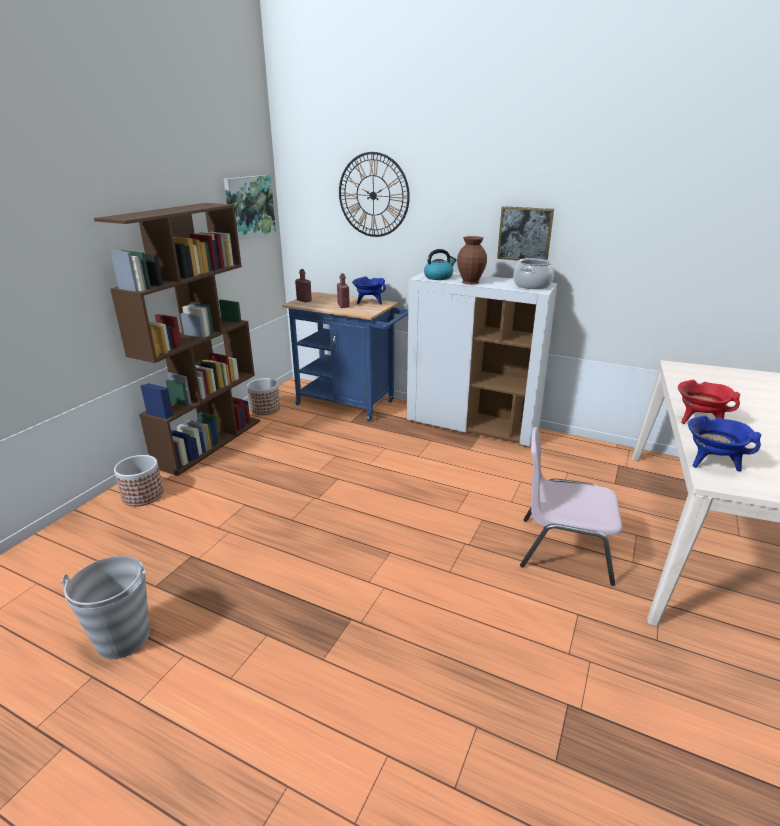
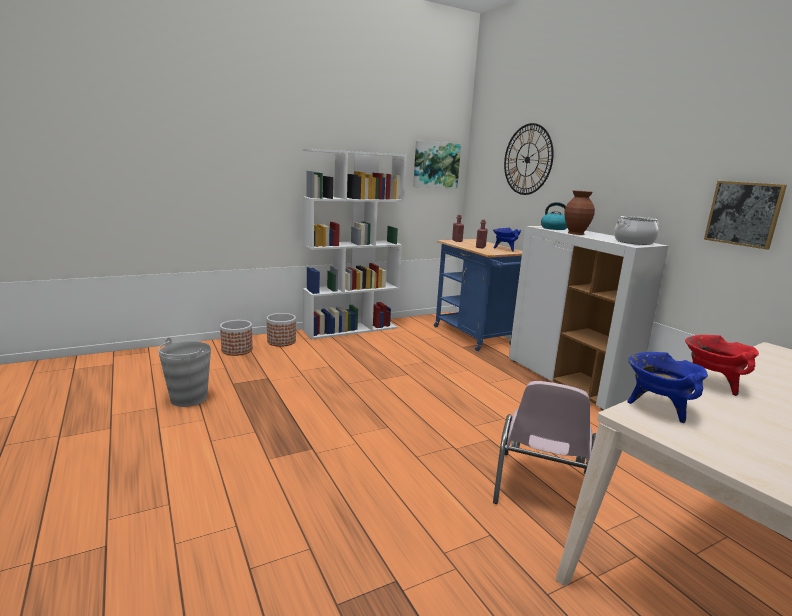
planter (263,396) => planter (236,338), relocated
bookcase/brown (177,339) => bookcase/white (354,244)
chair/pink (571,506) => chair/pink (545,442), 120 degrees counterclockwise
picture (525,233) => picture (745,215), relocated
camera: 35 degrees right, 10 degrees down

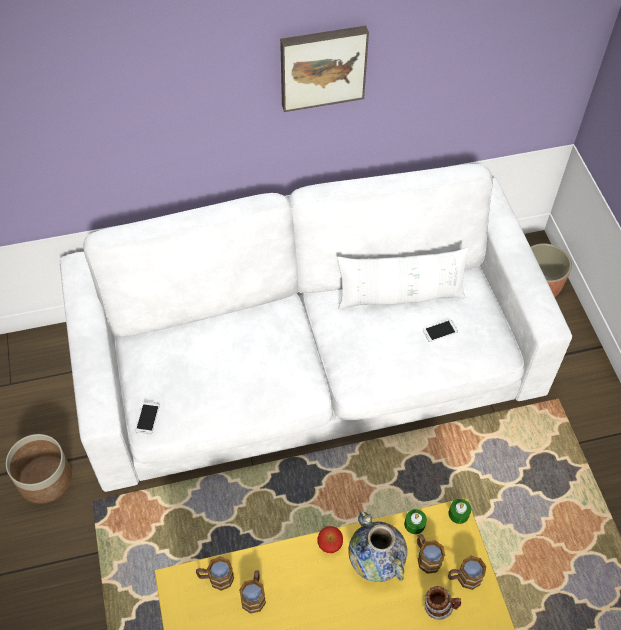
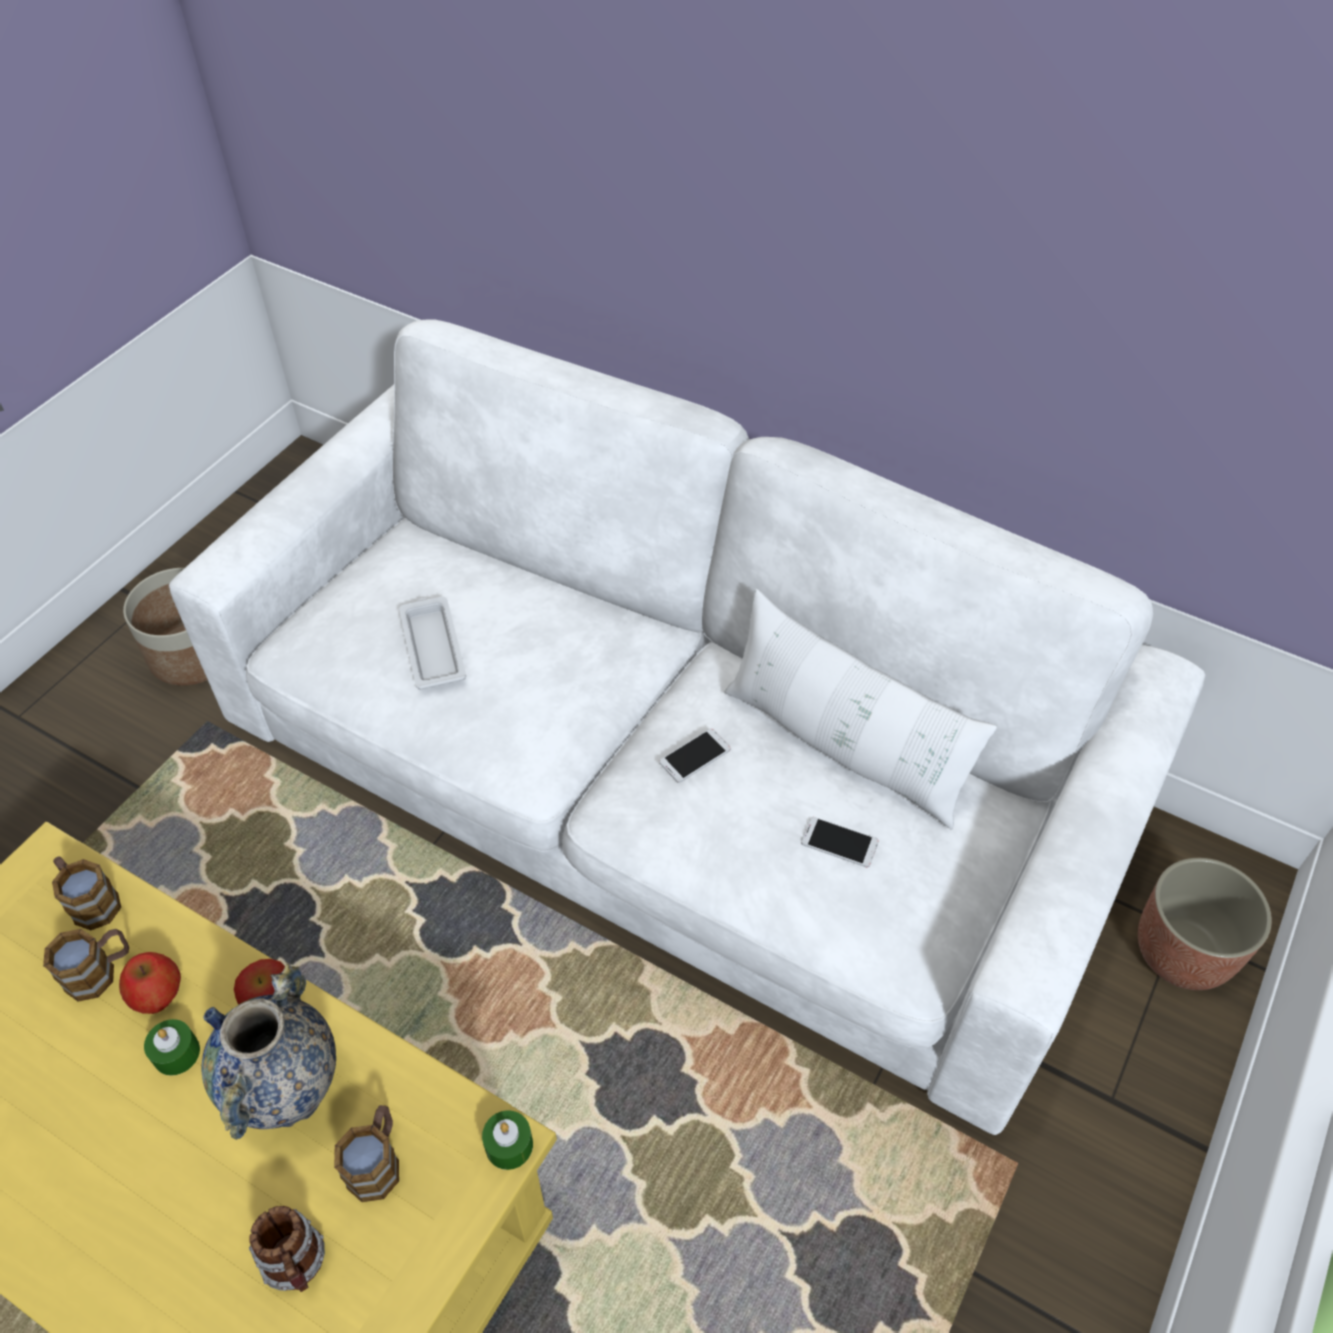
nothing => apple (150,983)
candle/green (415,522) => candle/green (172,1047), relocated
nothing => tray/white (432,643)
phone (148,418) => phone (695,756), relocated
picture (324,69) => nothing
mug (467,573) => nothing
camera: 45 degrees right, 5 degrees down

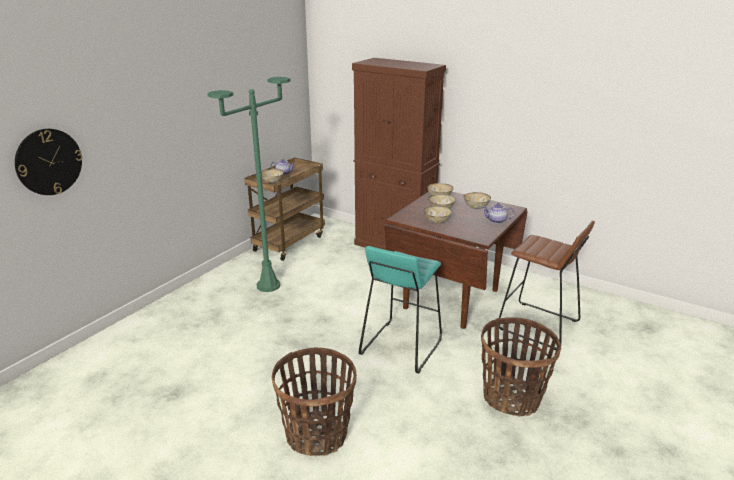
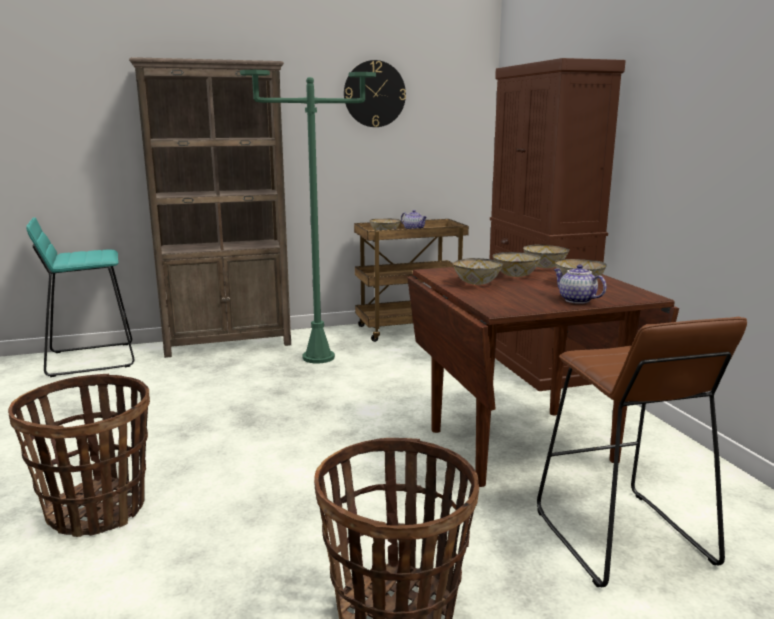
stool/turquoise (400,309) => stool/turquoise (80,297), relocated
nothing => bookcase/brown (210,207)
wall clock (49,162) => wall clock (375,93), relocated
camera: 40 degrees right, 10 degrees down

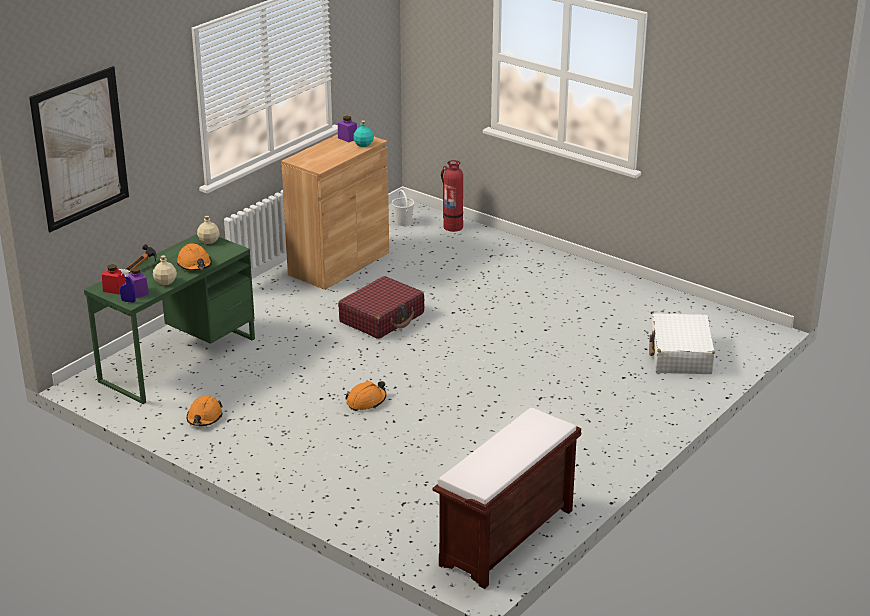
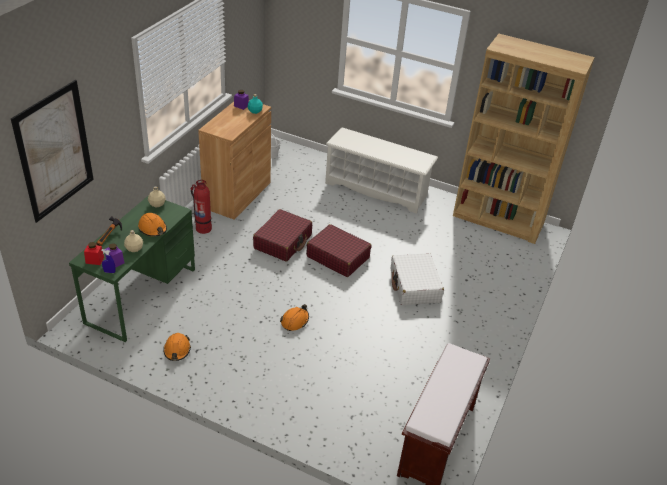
fire extinguisher (452,196) => fire extinguisher (201,207), relocated
nothing => suitcase/red (338,250)
nothing => shoe rack/white (381,170)
suitcase/white (682,343) => suitcase/white (417,279), relocated
nothing => bookcase/brown (524,139)
camera: 15 degrees left, 10 degrees up

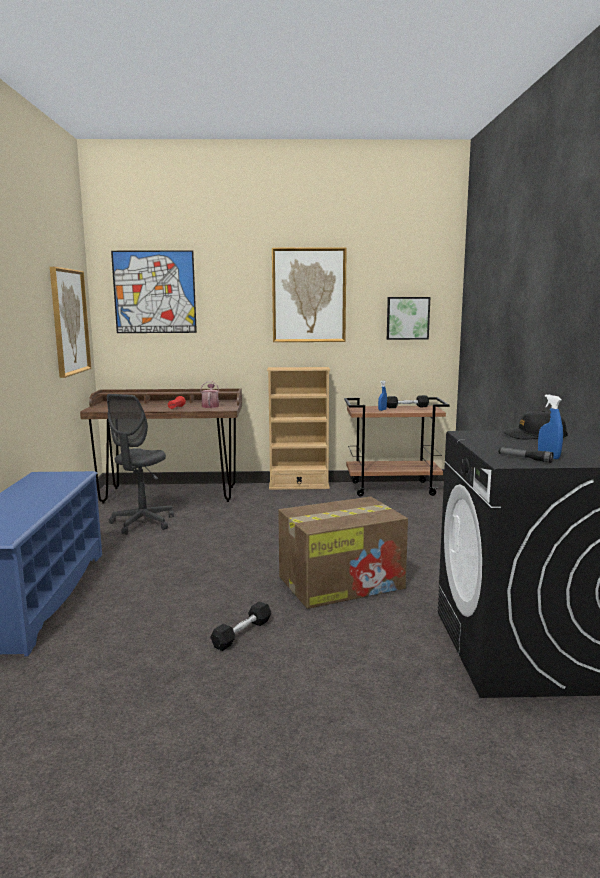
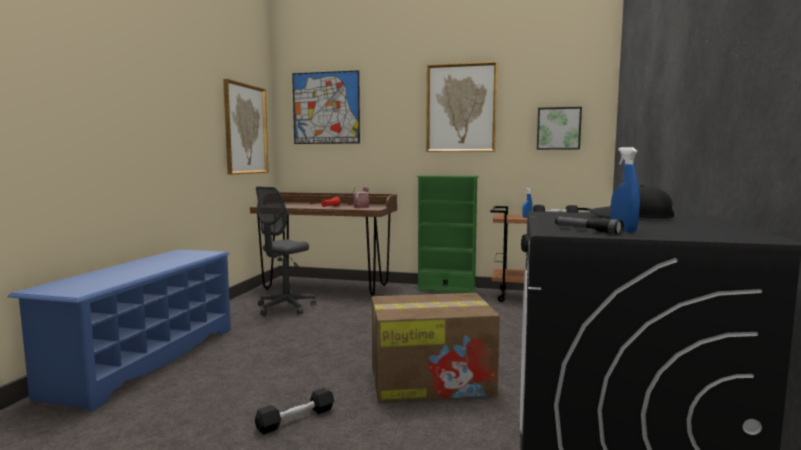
bookcase/beige (298,428) => bookcase/green (447,234)
camera: 15 degrees right, 5 degrees down

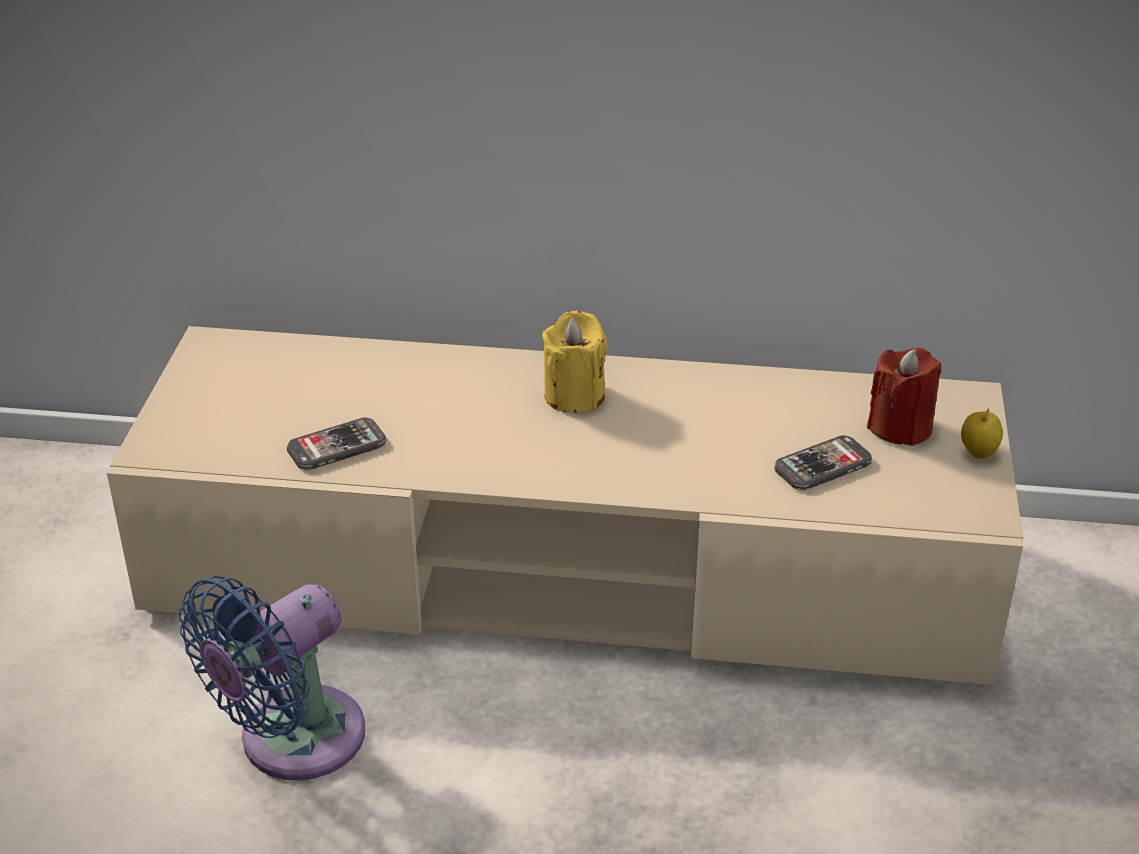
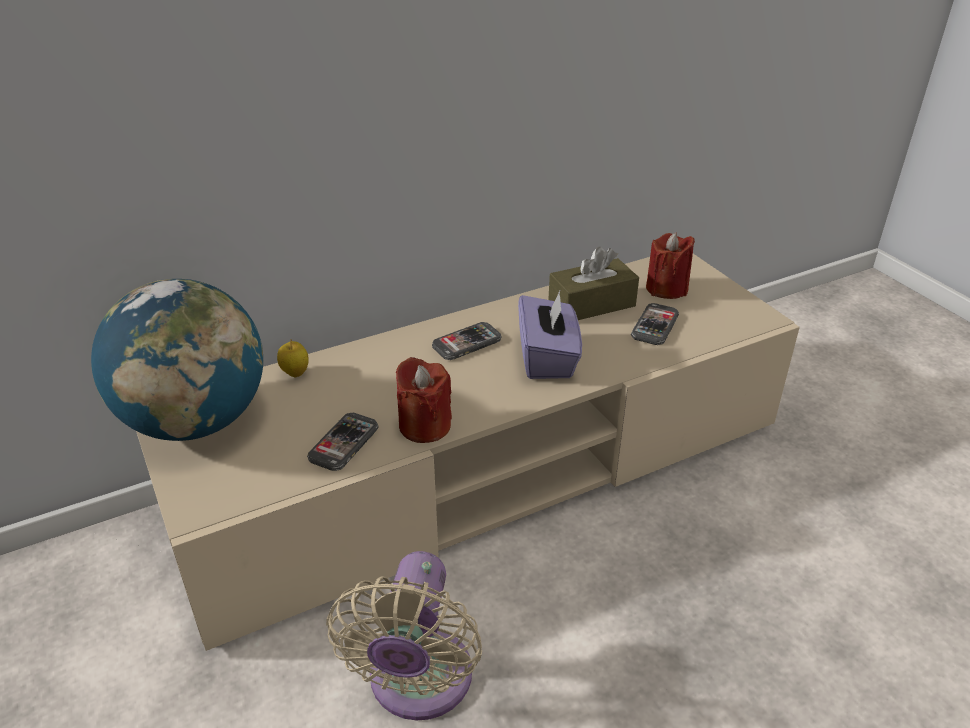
nothing => globe (177,360)
apple (982,433) => apple (293,358), relocated
fan/blue (272,678) => fan/beige (404,636)
nothing => candle/red (424,400)
candle/yellow (574,362) => phone (467,341)
nothing => tissue box/purple (550,335)
nothing => tissue box/brown (593,283)
camera: 35 degrees left, 0 degrees up

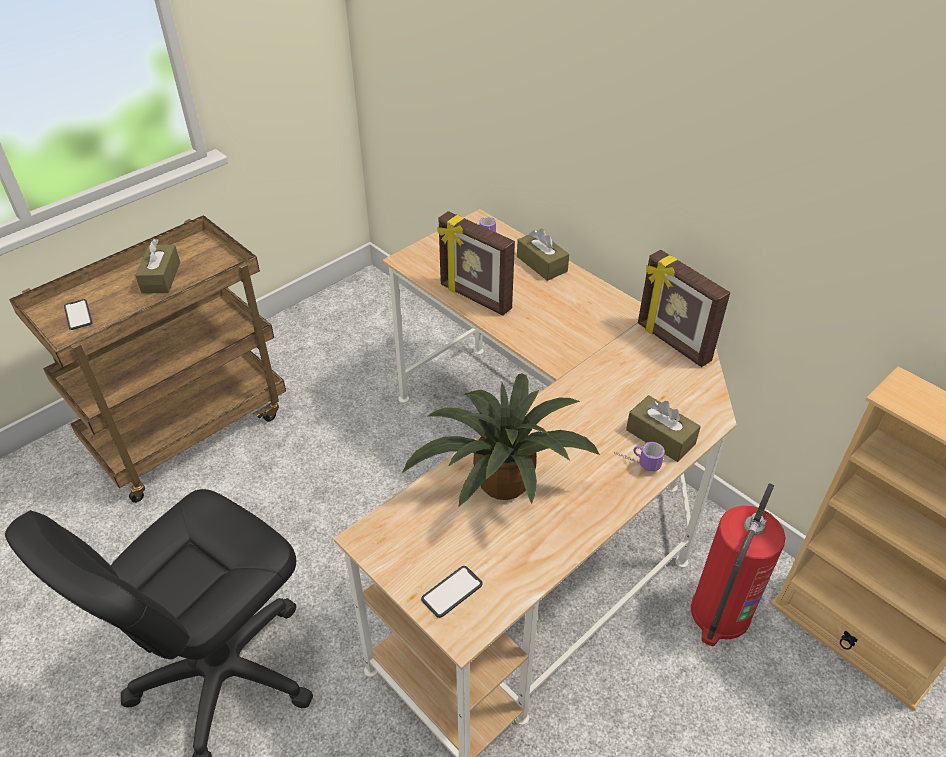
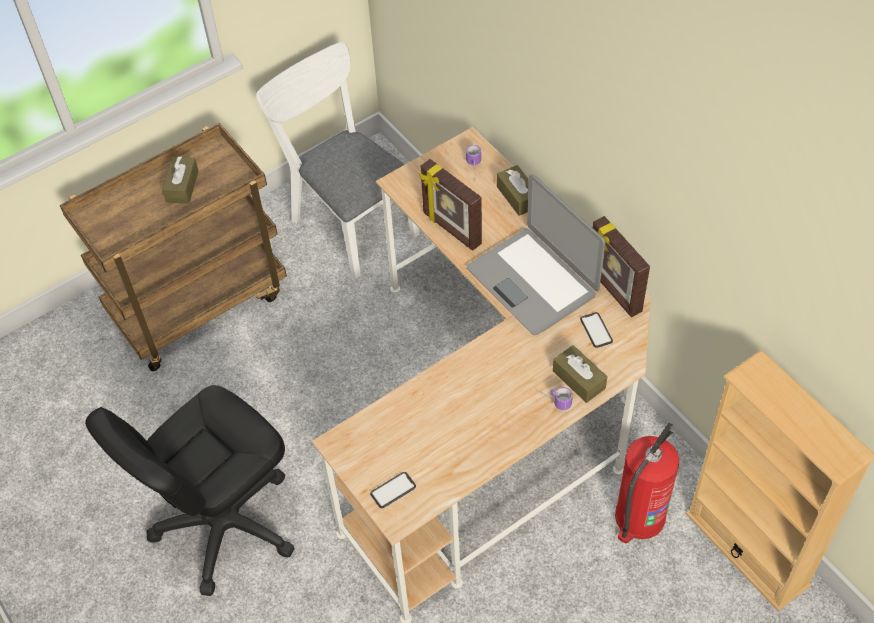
nothing => chair/white (338,160)
nothing => laptop (536,254)
phone (78,314) => phone (596,330), relocated
potted plant (501,439) => nothing
camera: 10 degrees right, 10 degrees up

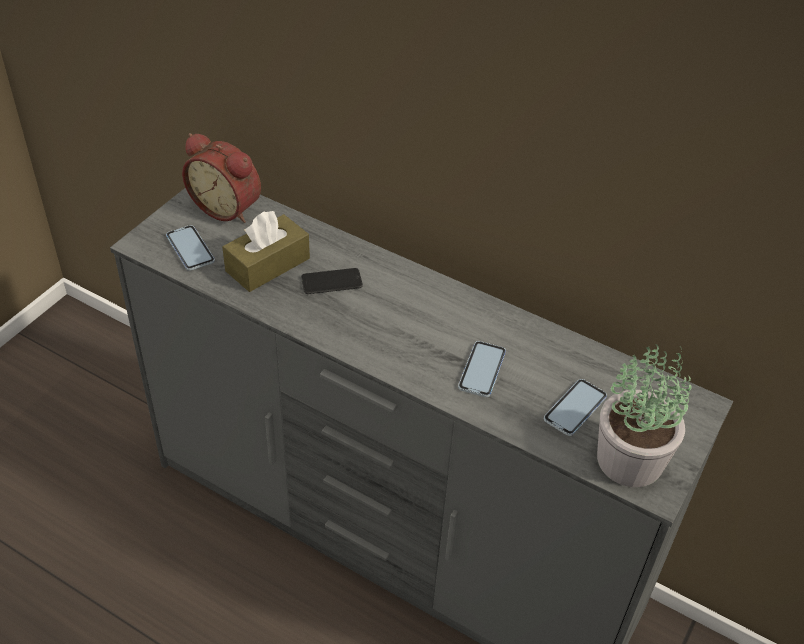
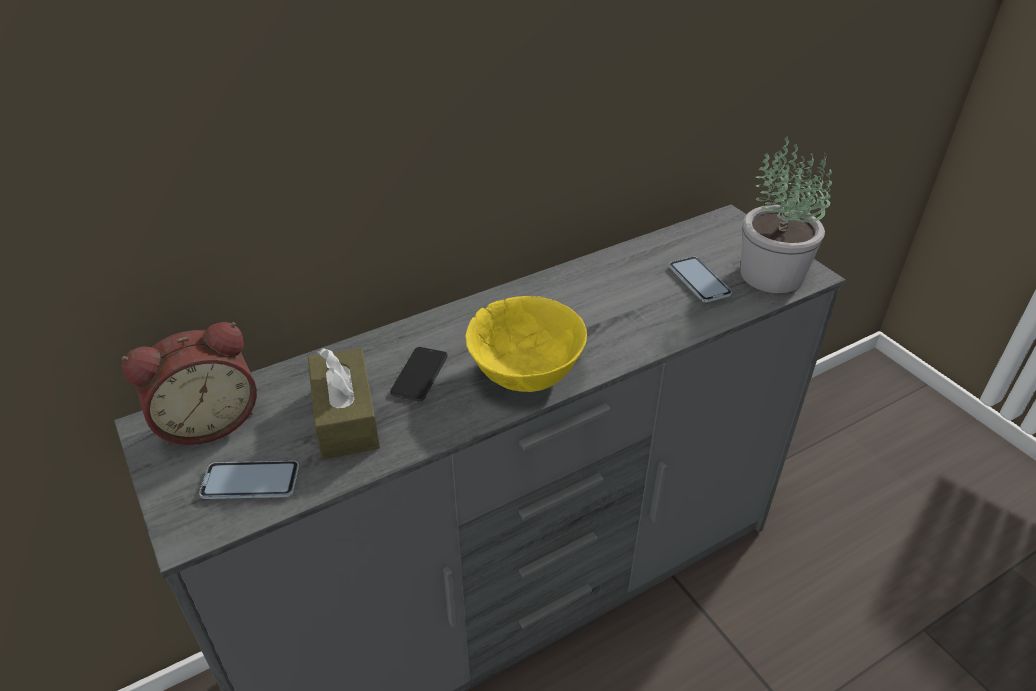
nothing => bowl/yellow (526,344)
phone (482,369) => nothing
camera: 60 degrees left, 5 degrees down

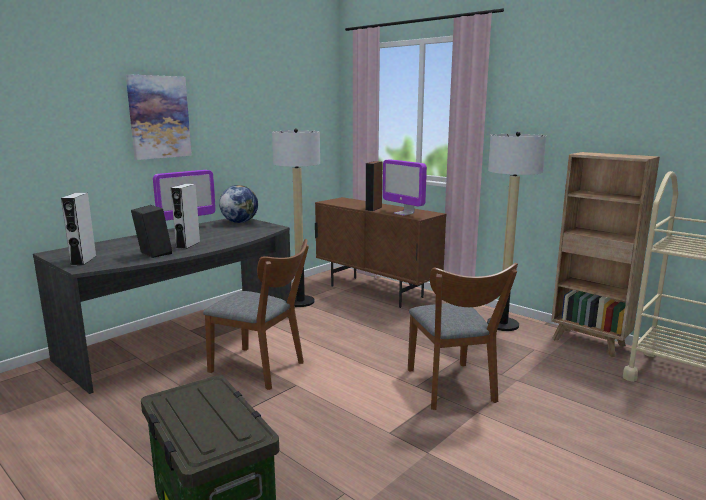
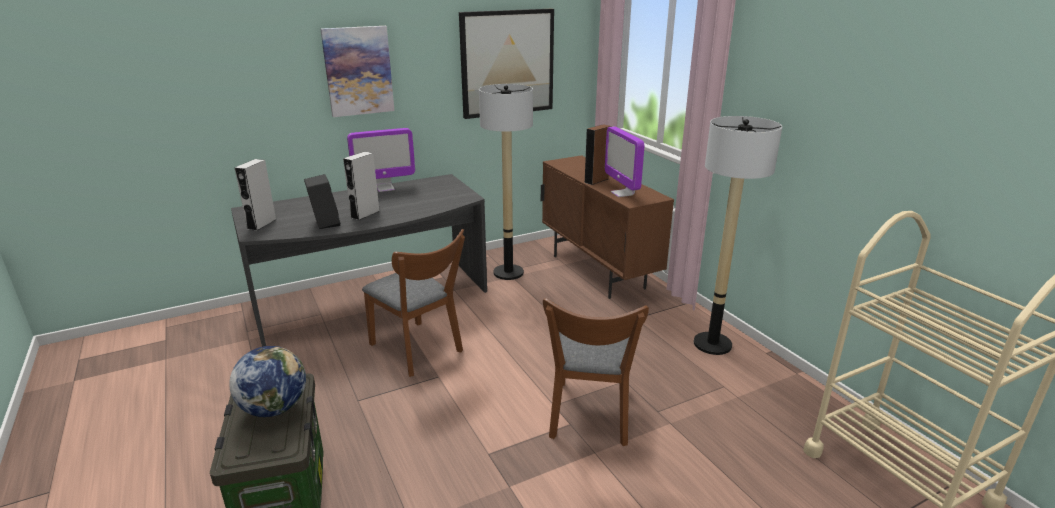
globe (238,204) => globe (267,381), relocated
nothing => picture (506,64)
bookcase/brown (605,254) => nothing
camera: 20 degrees right, 10 degrees up

